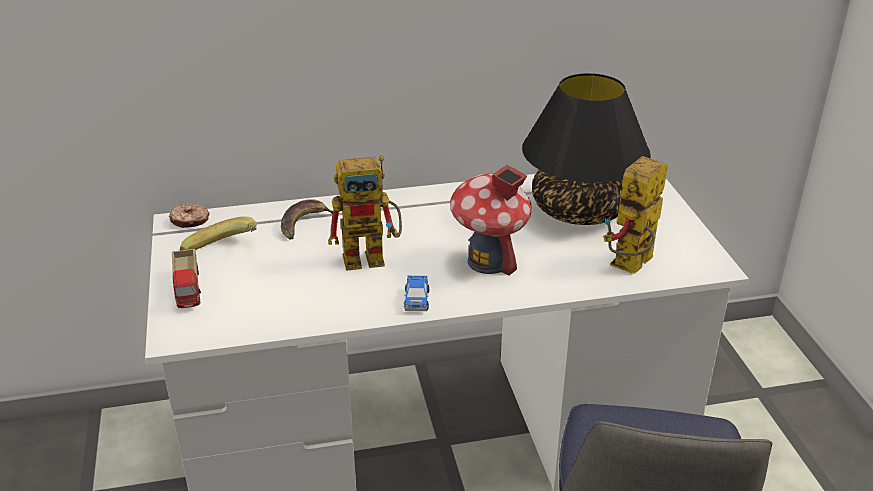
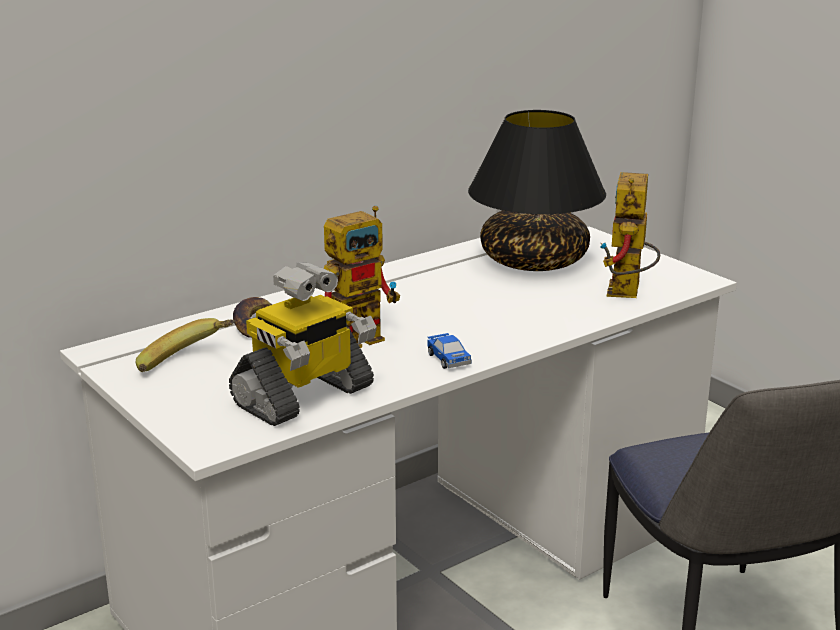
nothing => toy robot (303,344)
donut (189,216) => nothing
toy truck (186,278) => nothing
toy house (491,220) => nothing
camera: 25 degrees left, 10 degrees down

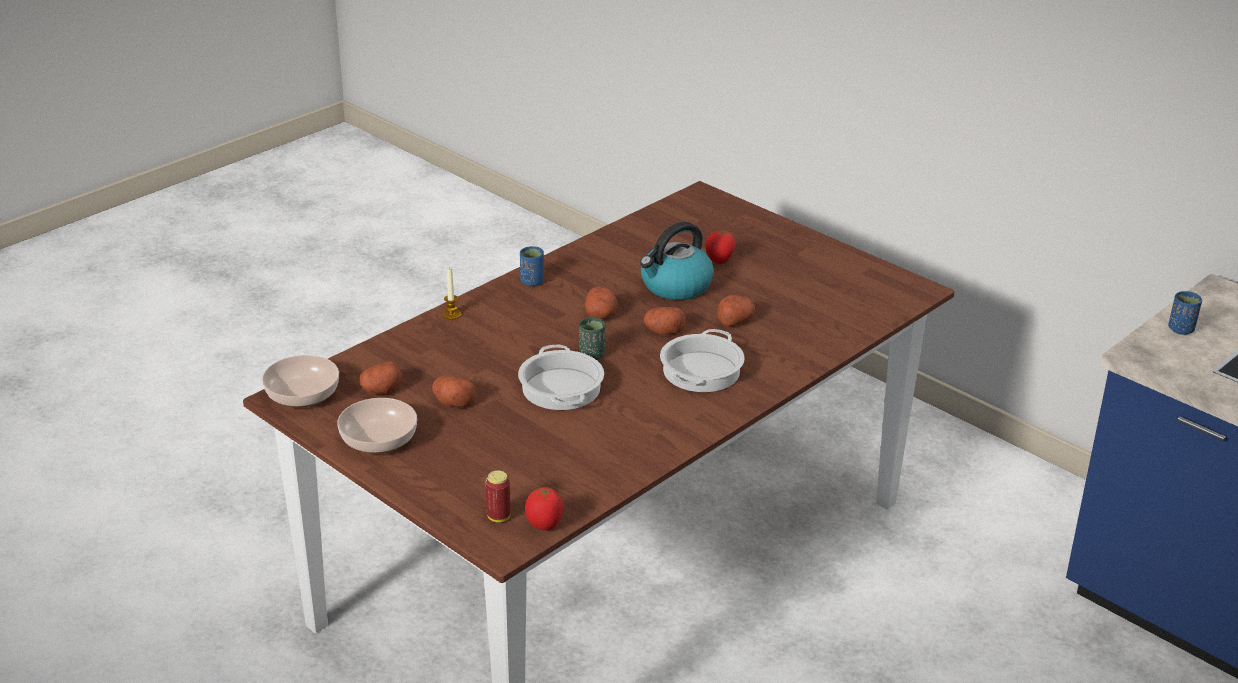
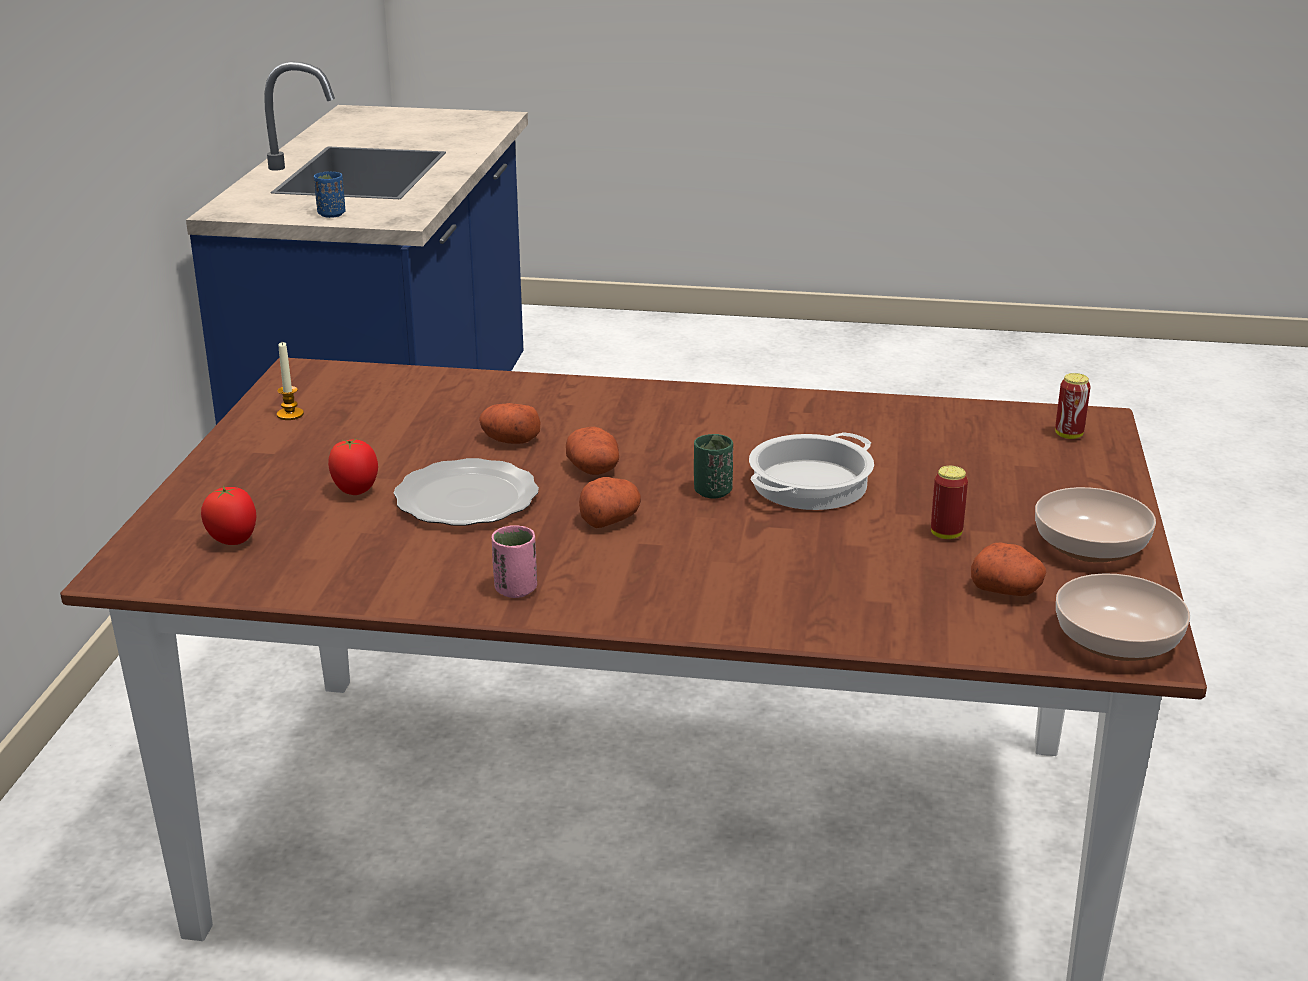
tomato (544,508) => tomato (229,515), relocated
candle (451,293) => candle (290,381), relocated
kettle (677,260) => plate (466,492)
nothing => cup/pink (514,561)
potato (454,391) => can (949,502)
cup/blue (532,266) => nothing
cooking pot (702,360) => nothing
camera: 125 degrees left, 5 degrees down

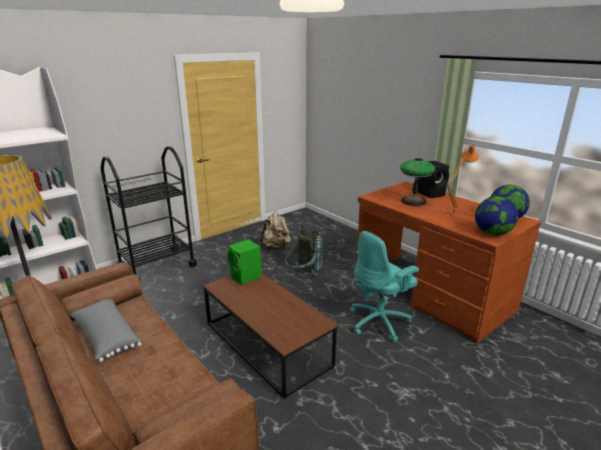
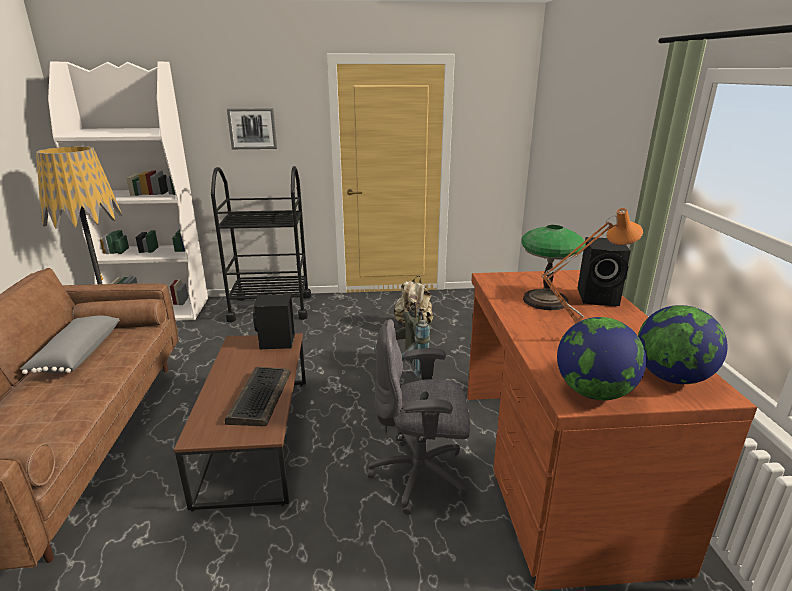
nothing => keyboard (257,396)
nothing => picture (252,128)
speaker/green (245,262) => speaker/black (274,321)
office chair/turquoise (384,286) => office chair/grey (419,417)
camera: 35 degrees right, 0 degrees up

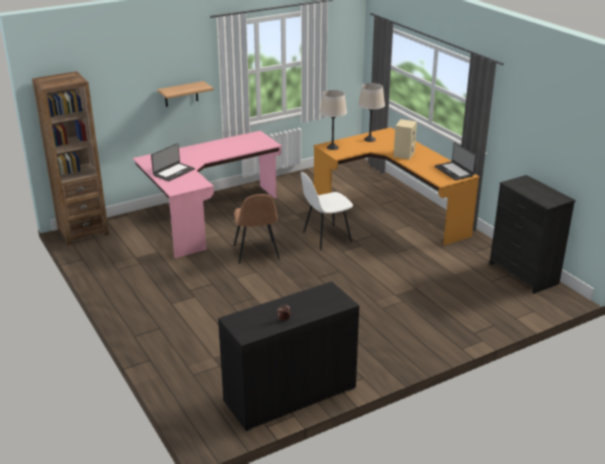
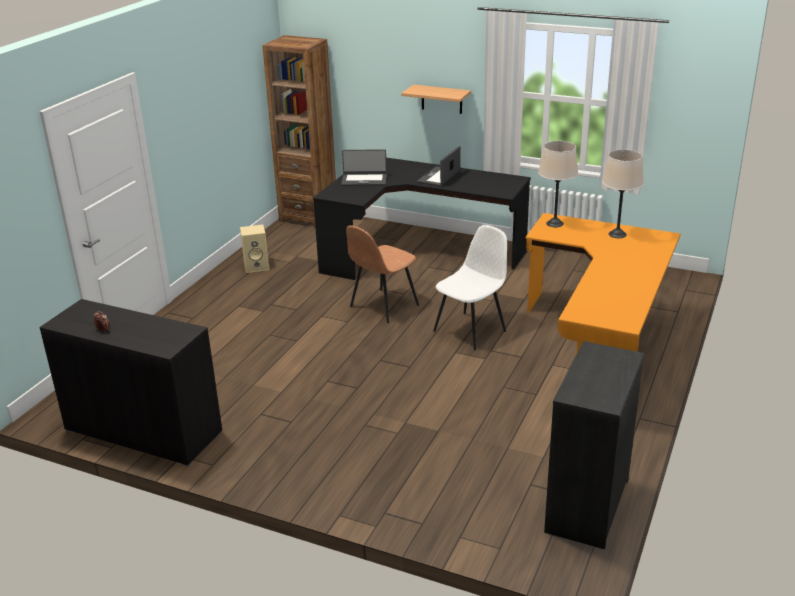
speaker/beige (405,139) => speaker/beige (254,249), relocated
desk/pink (207,194) => desk/black (422,219)
laptop (456,161) => laptop (439,166), relocated
chair/white (327,211) => chair/white (470,287), 105 degrees clockwise
camera: 55 degrees right, 0 degrees up

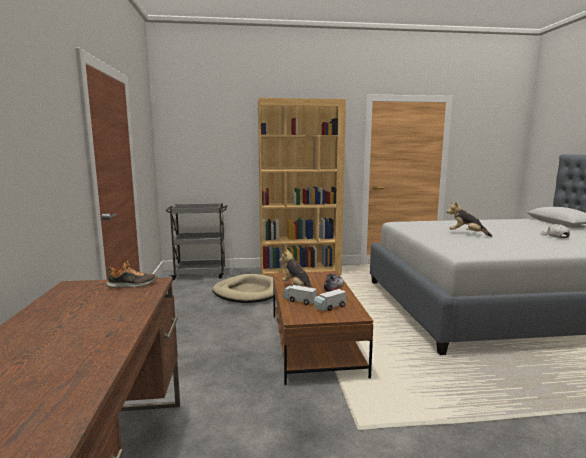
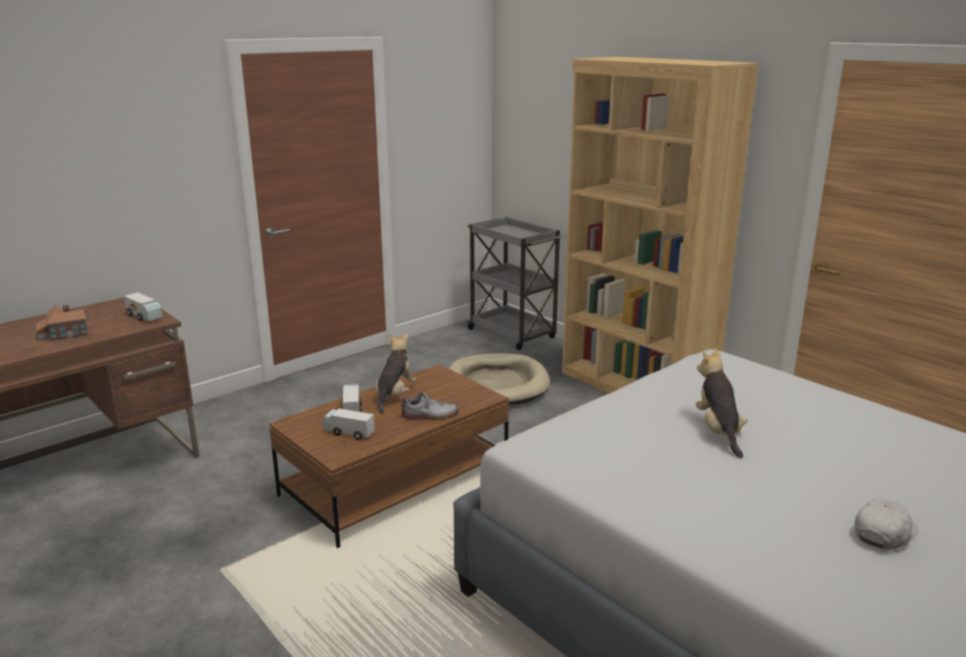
nothing => toy house (62,323)
shoe (131,274) => toy truck (143,306)
camera: 55 degrees right, 10 degrees up

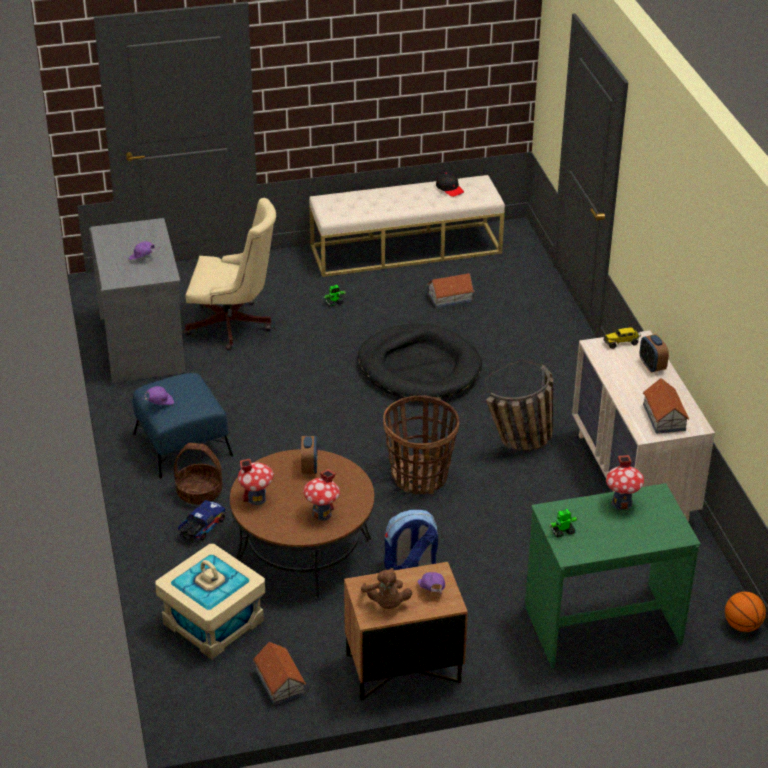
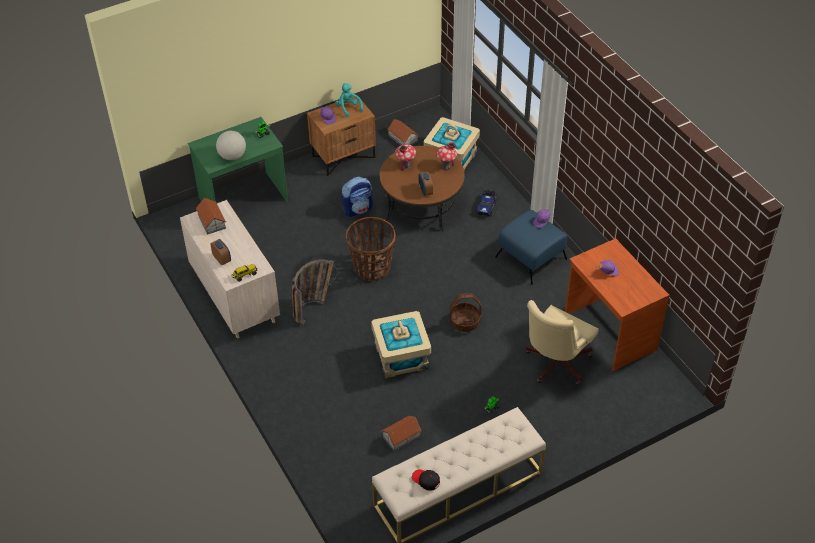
toy house (625,482) => globe (231,145)
plush toy/brown (386,588) => plush toy/turquoise (349,100)
dog bed/black (420,361) => storage box/beige (401,344)
basket (198,474) => basket (465,312), relocated
office chair/beige (230,274) => office chair/beige (562,343), 45 degrees counterclockwise
desk/grey (137,300) => desk/brown (617,304)
basketball (745,612) => nothing
camera: 165 degrees right, 10 degrees up

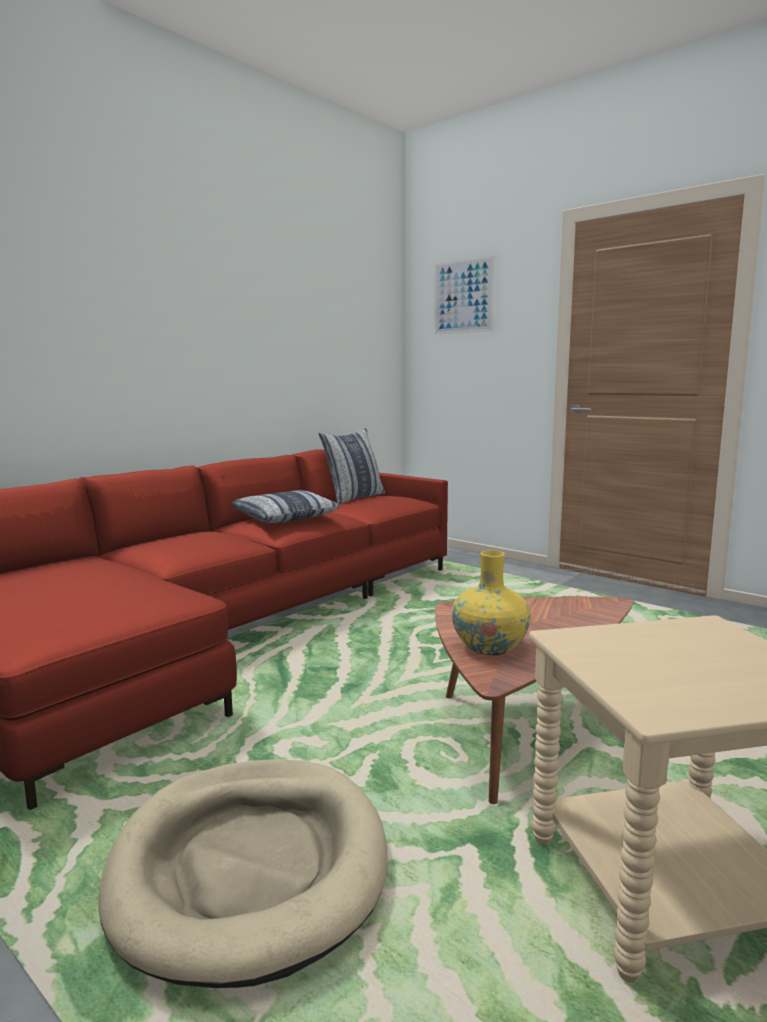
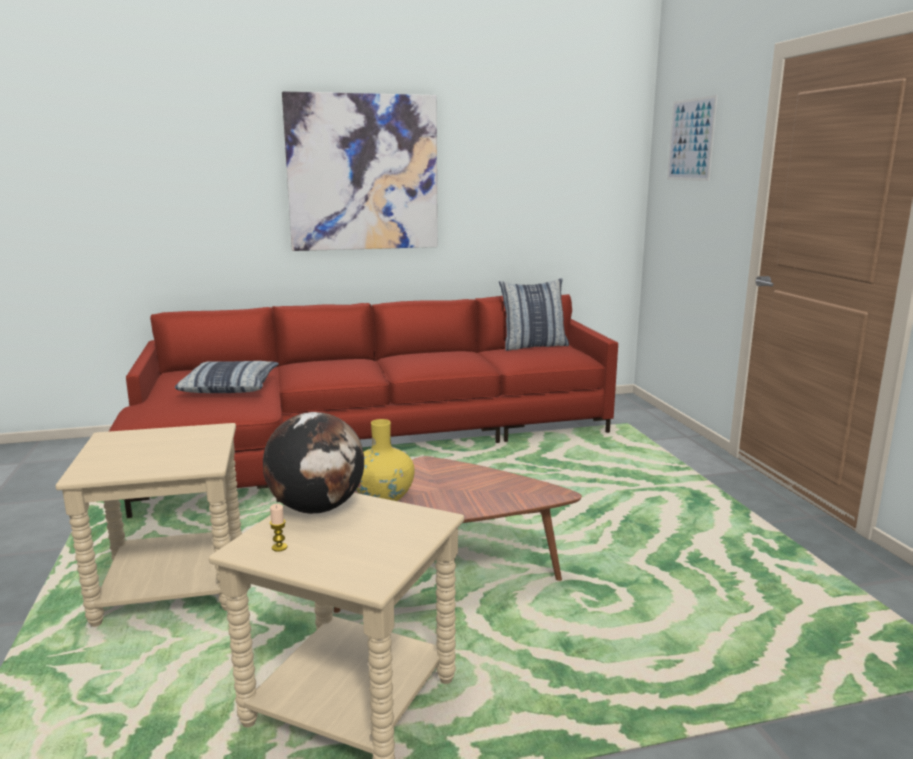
dog bed/beige (243,873) => side table/beige (148,525)
pillow (285,507) => pillow (227,377), relocated
nothing => globe (313,463)
nothing => candle (278,528)
nothing => picture (360,171)
camera: 35 degrees right, 5 degrees up

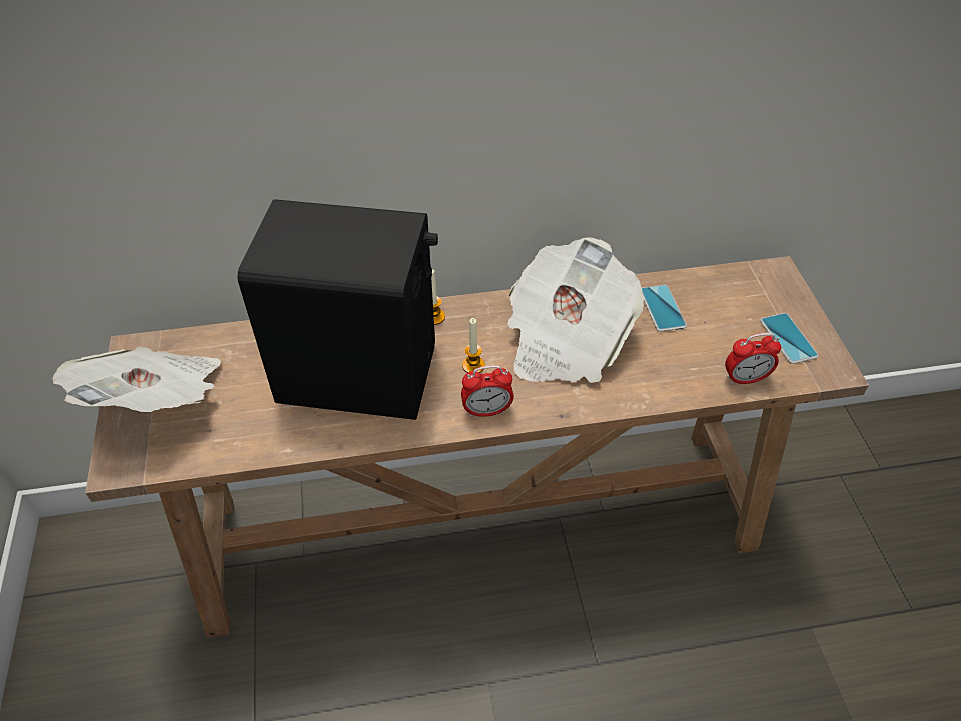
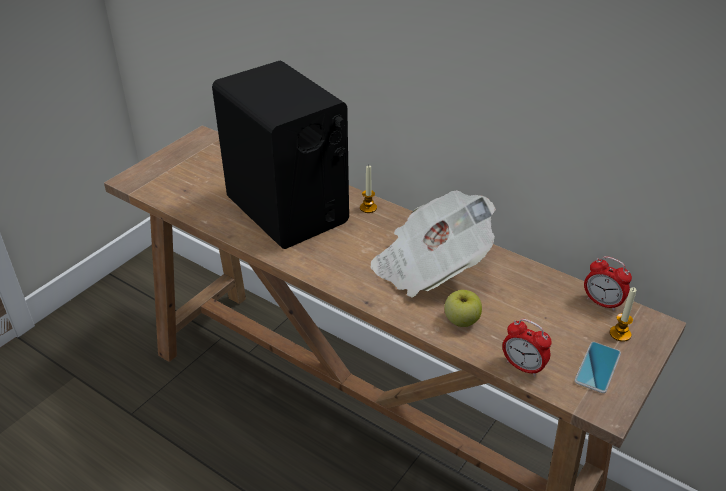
nothing => apple (463,308)
alarm clock (487,391) => alarm clock (608,283), relocated
candle (473,345) => candle (623,314), relocated
newspaper (136,379) => nothing
phone (664,308) => nothing
camera: 45 degrees right, 10 degrees down

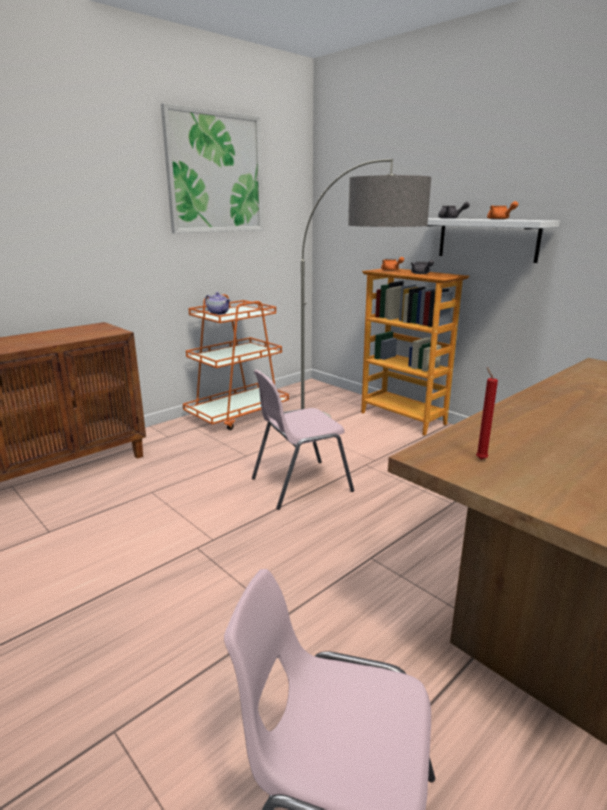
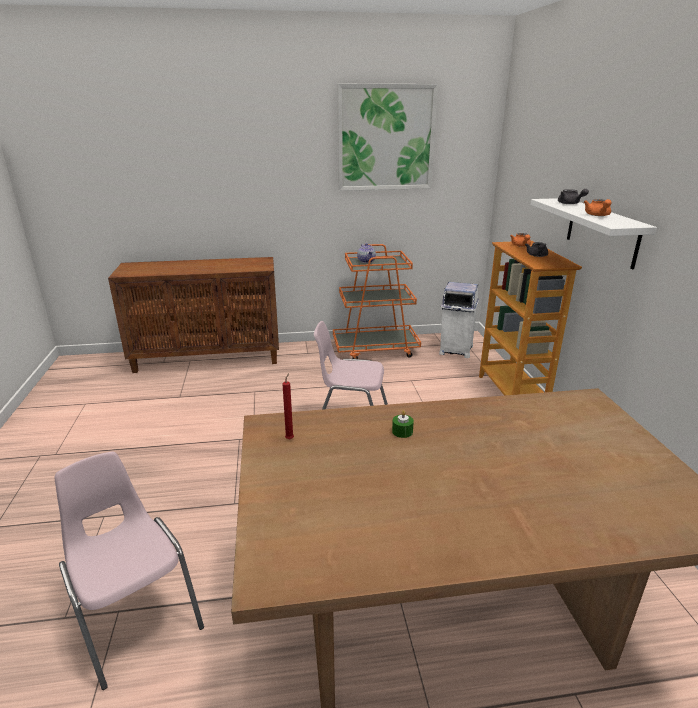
nothing => candle/green (403,424)
nothing => trash can/white (459,320)
floor lamp (366,288) => nothing
camera: 35 degrees right, 5 degrees up

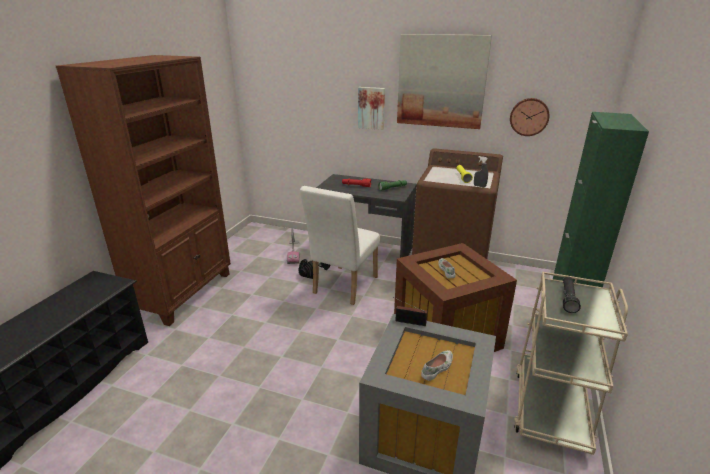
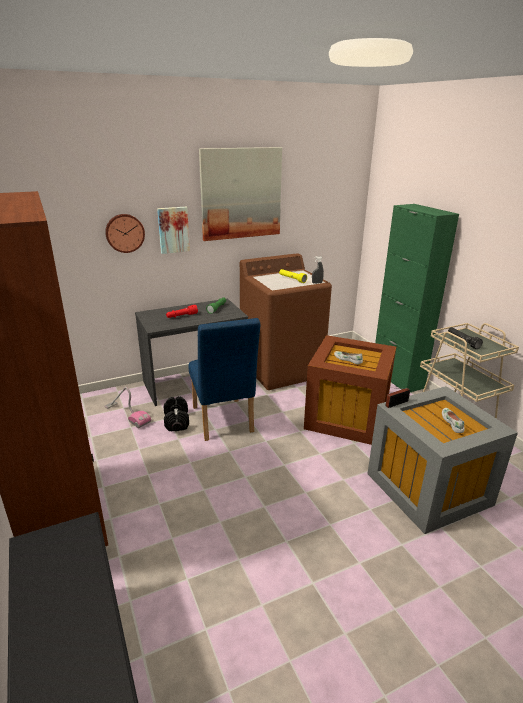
wall clock (530,117) => wall clock (125,233), relocated
chair/white (340,245) => chair/blue (224,379)
camera: 45 degrees left, 0 degrees up

